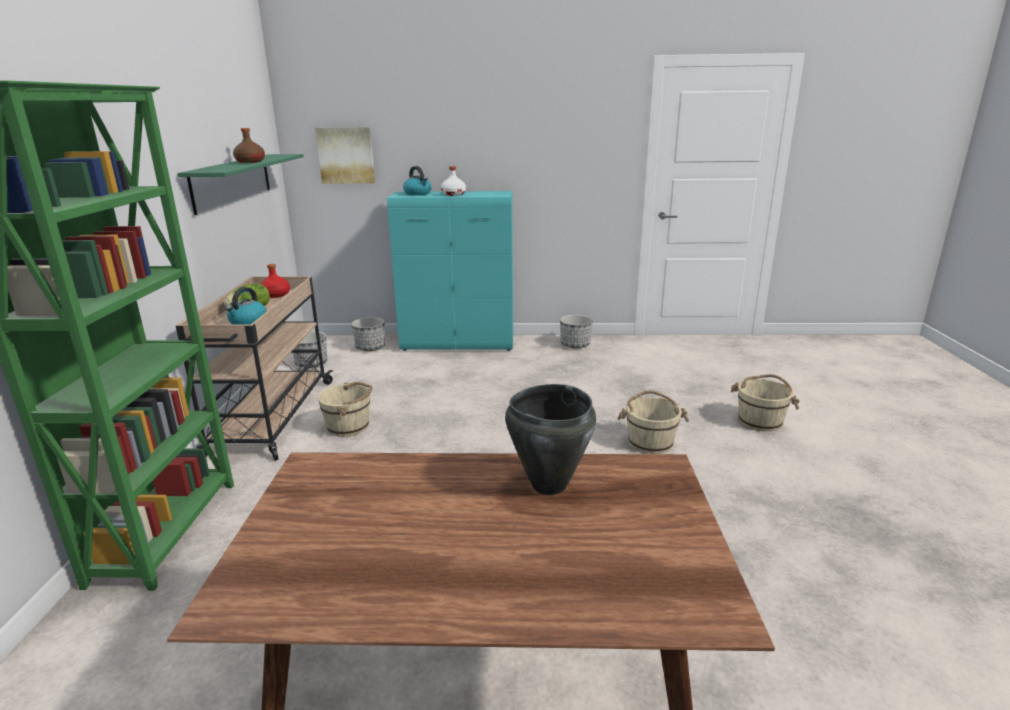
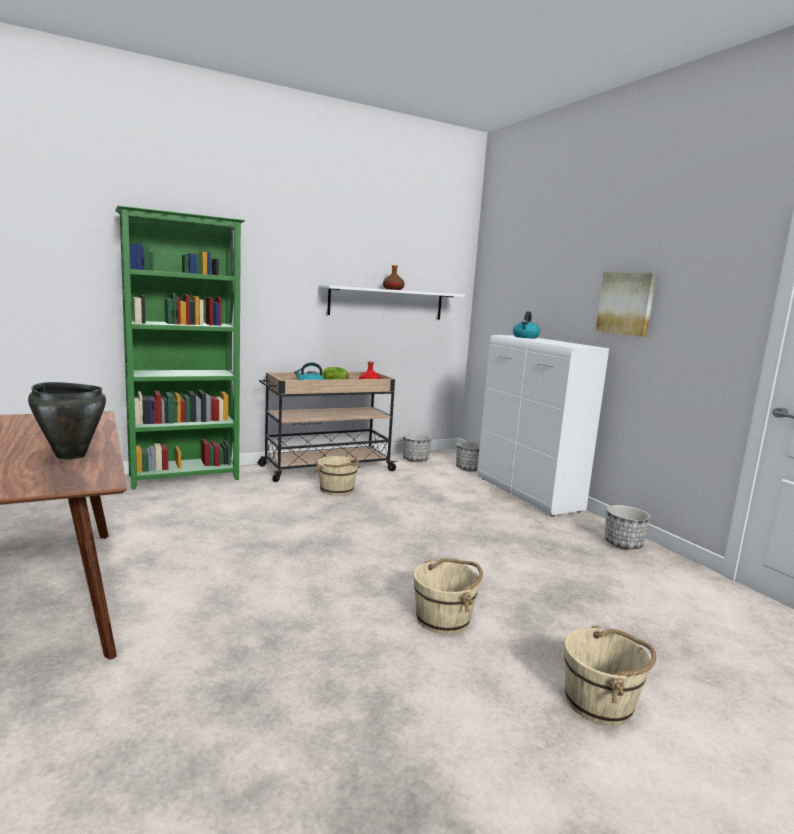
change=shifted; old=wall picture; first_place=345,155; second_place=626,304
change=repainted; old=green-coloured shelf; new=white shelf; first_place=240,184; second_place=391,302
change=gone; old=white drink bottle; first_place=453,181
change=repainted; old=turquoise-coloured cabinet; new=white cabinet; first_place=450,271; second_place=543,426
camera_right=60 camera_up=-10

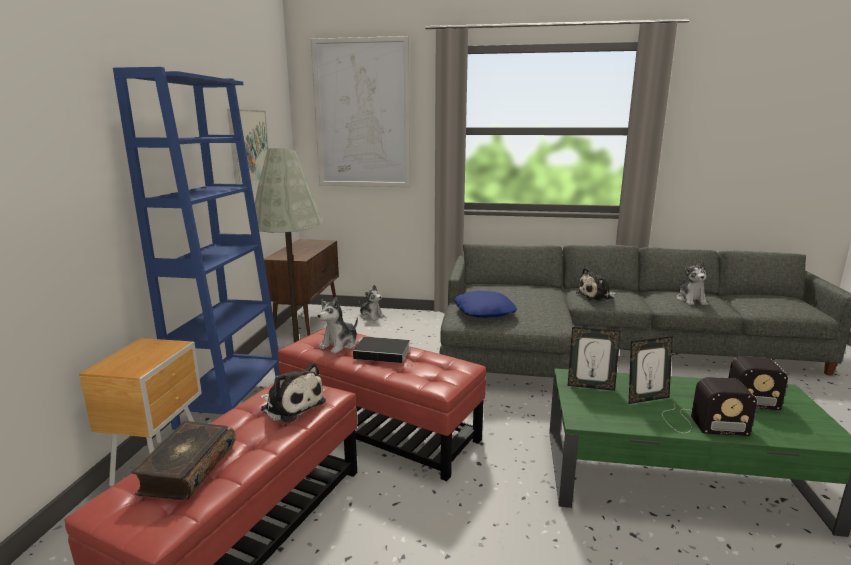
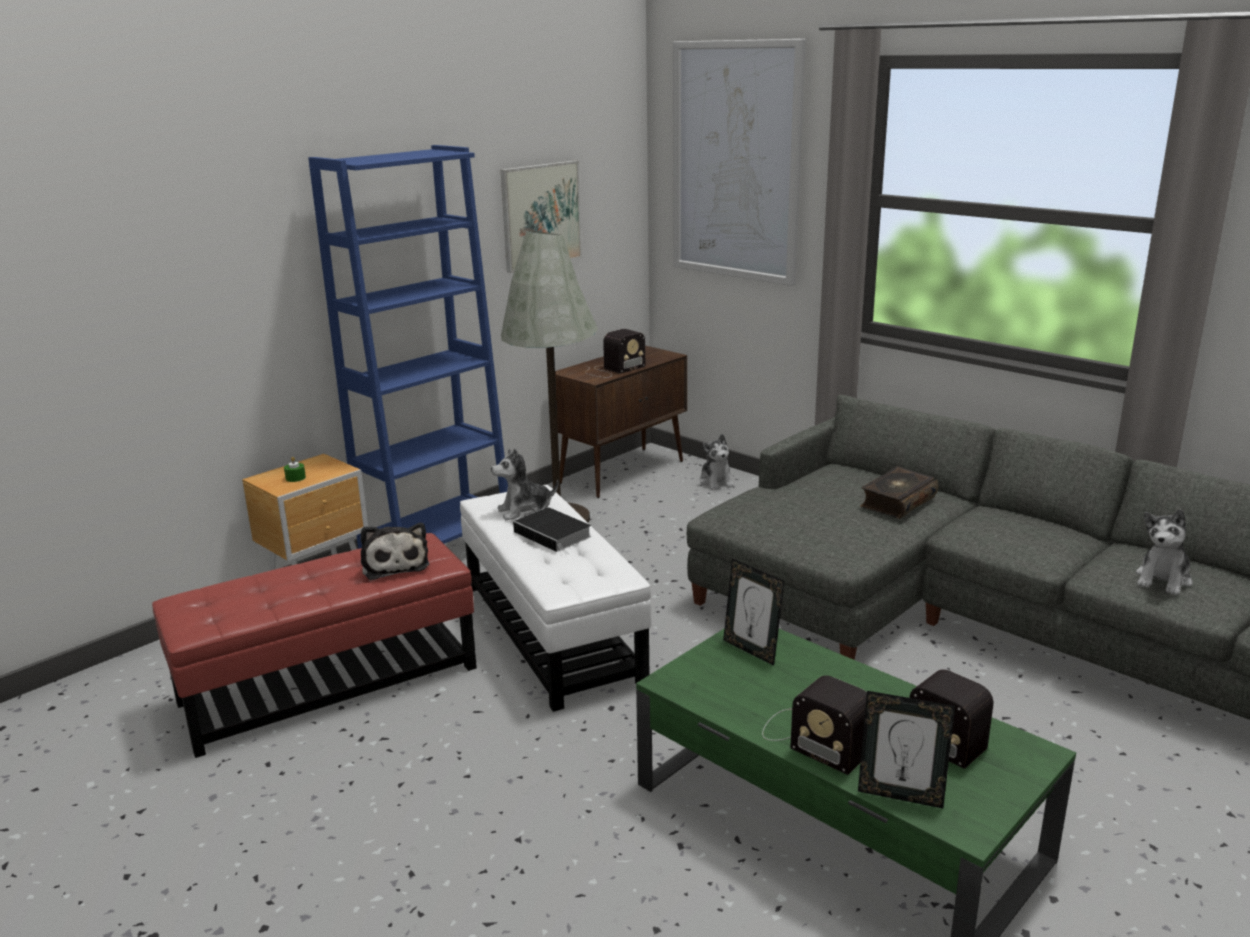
change=gone; old=soft toy; first_place=596,284
change=gone; old=blue throw pillow; first_place=485,304
change=repainted; old=reddish ottoman; new=white ottoman; first_place=382,404; second_place=556,598
change=shifted; old=picture frame; first_place=651,370; second_place=906,749
change=shifted; old=book; first_place=183,460; second_place=899,492
change=new; new=radio; second_place=615,353
change=new; new=green-coloured candle; second_place=295,469
camera_right=35 camera_up=5

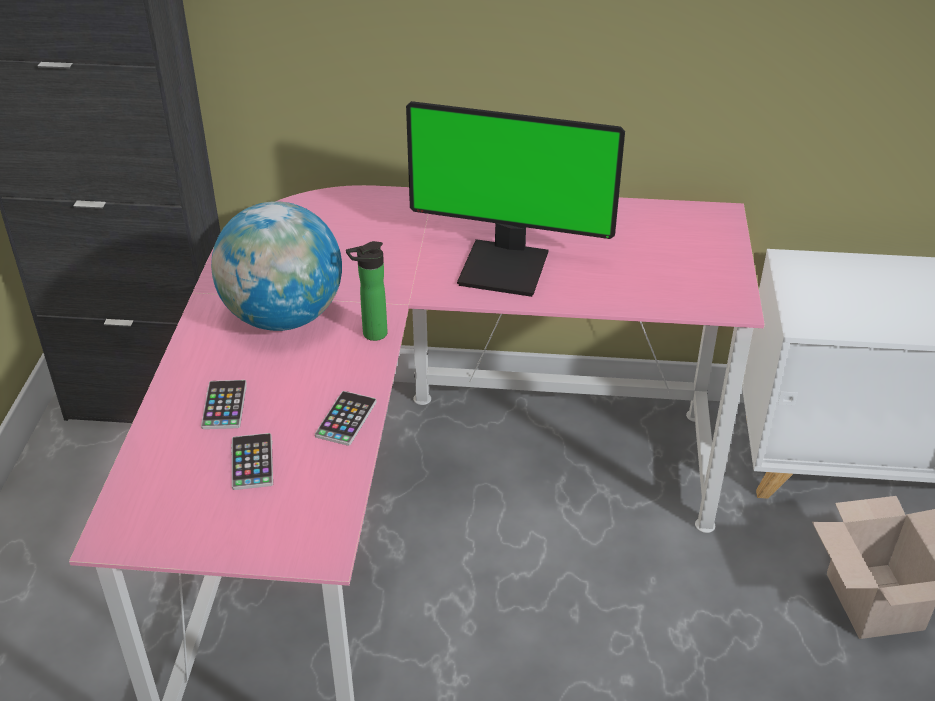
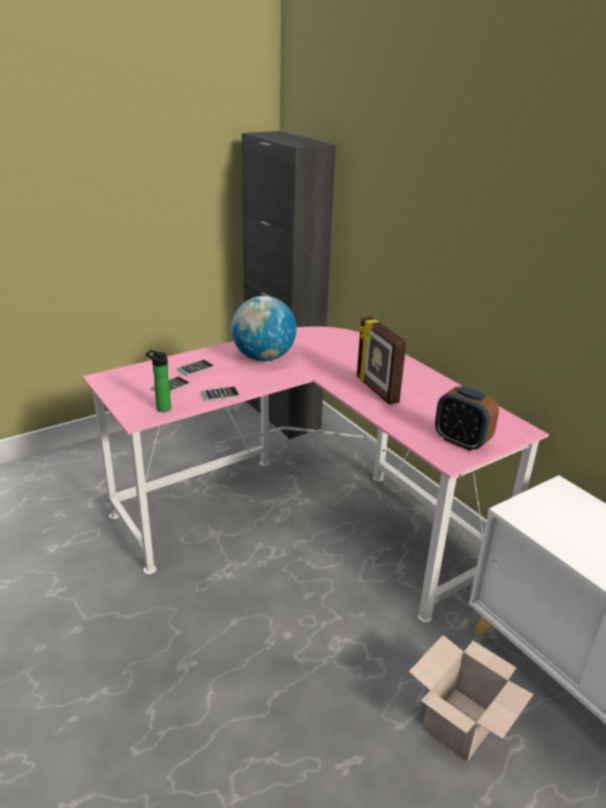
change=swapped; old=monitor; new=picture frame; first_place=515,199; second_place=381,360
change=shifted; old=drink bottle; first_place=367,291; second_place=158,381
change=new; new=bedside clock; second_place=467,418
camera_right=50 camera_up=-10

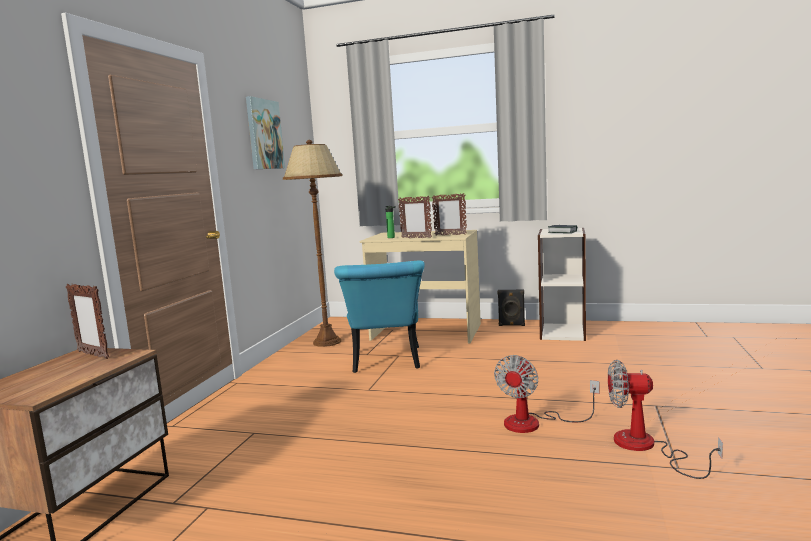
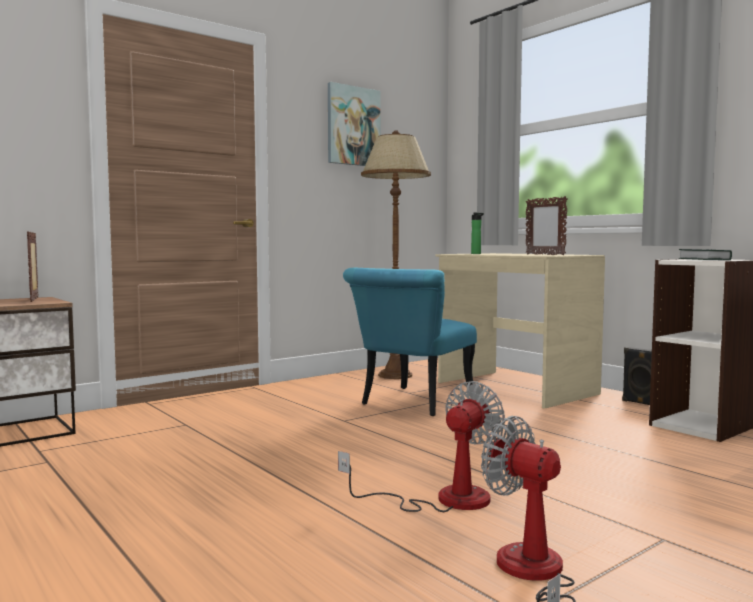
change=gone; old=picture frame; first_place=415,217
change=rotated; old=fan; first_place=546,394; second_place=421,446; degrees=150
camera_right=35 camera_up=-5

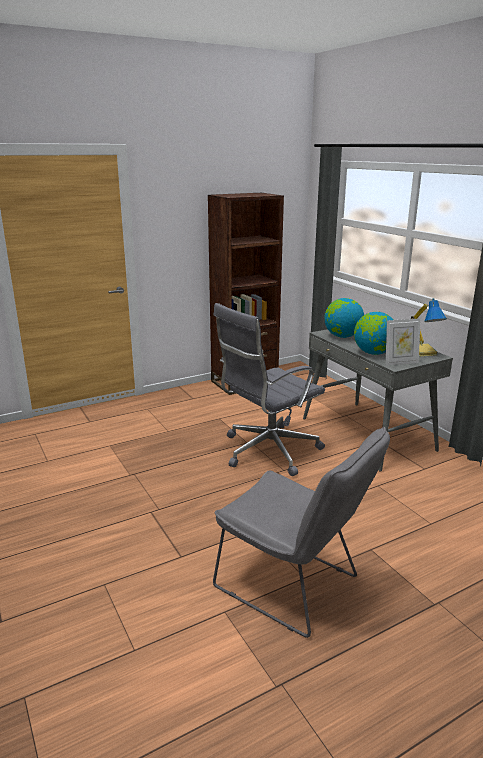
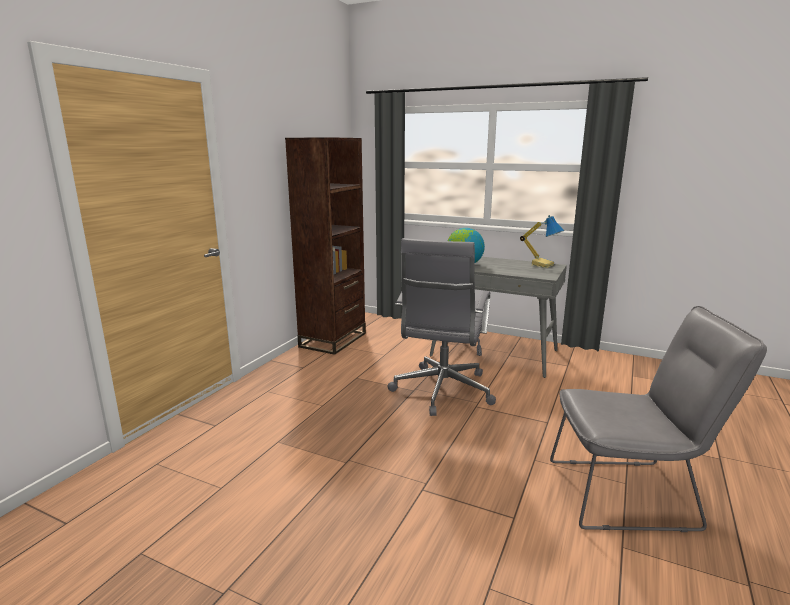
change=gone; old=desk globe; first_place=373,333
change=gone; old=picture frame; first_place=403,342
camera_right=-35 camera_up=-5

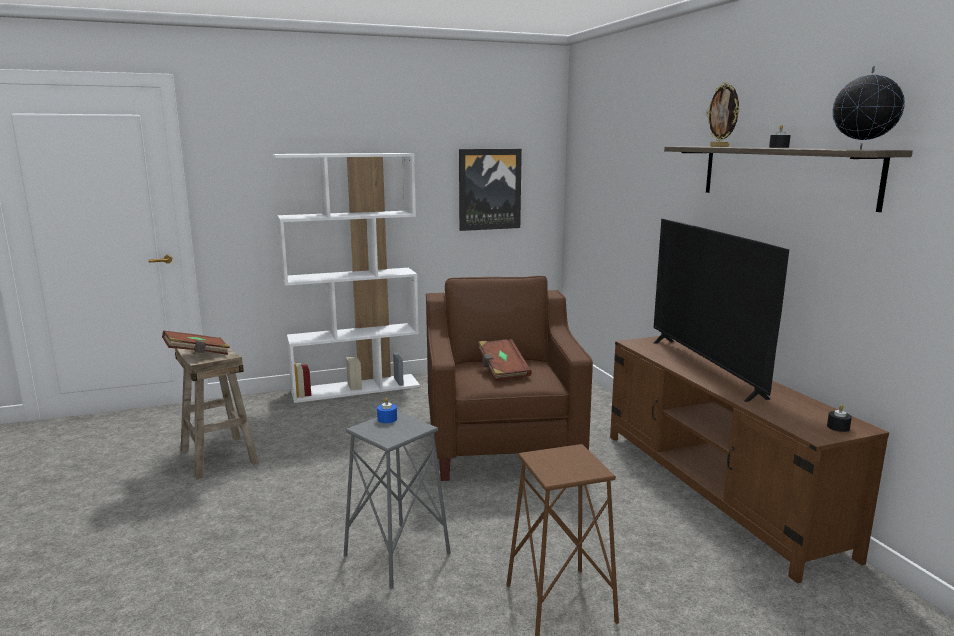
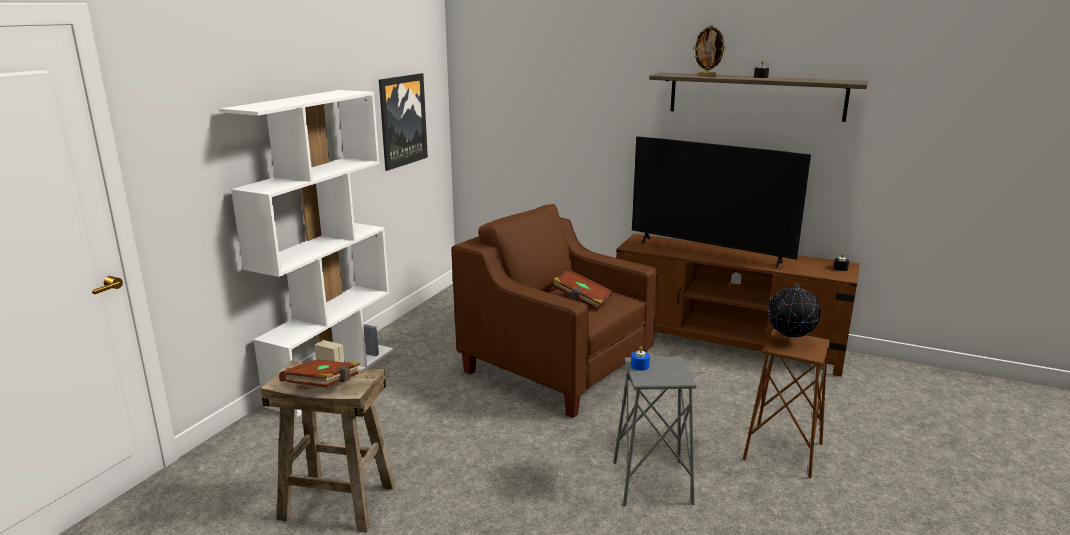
change=shifted; old=desk globe; first_place=869,107; second_place=794,312
camera_right=-45 camera_up=5

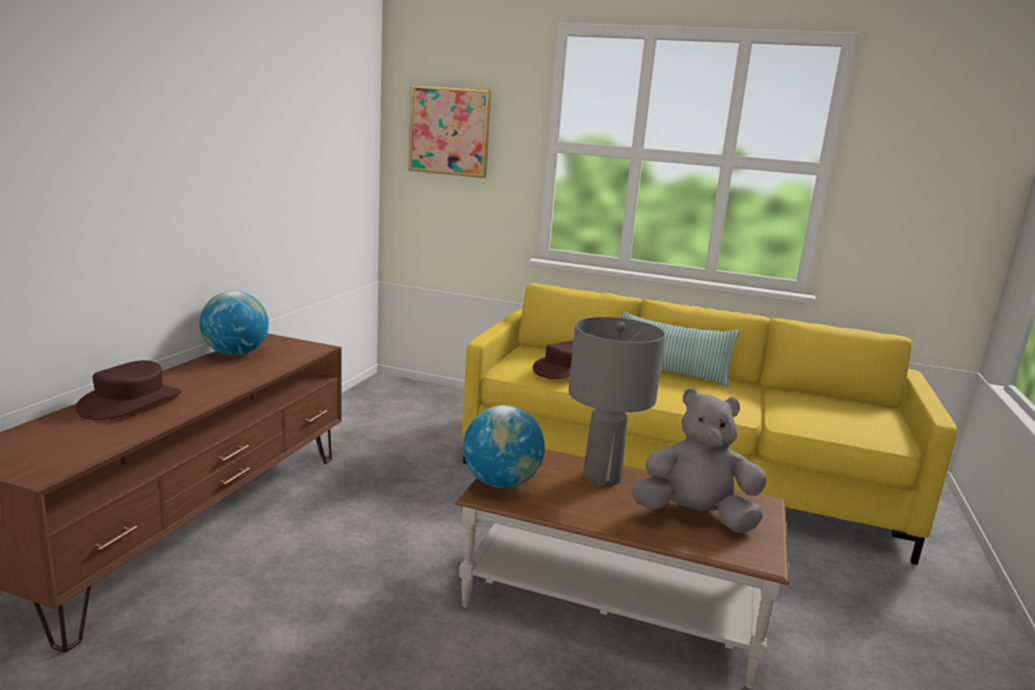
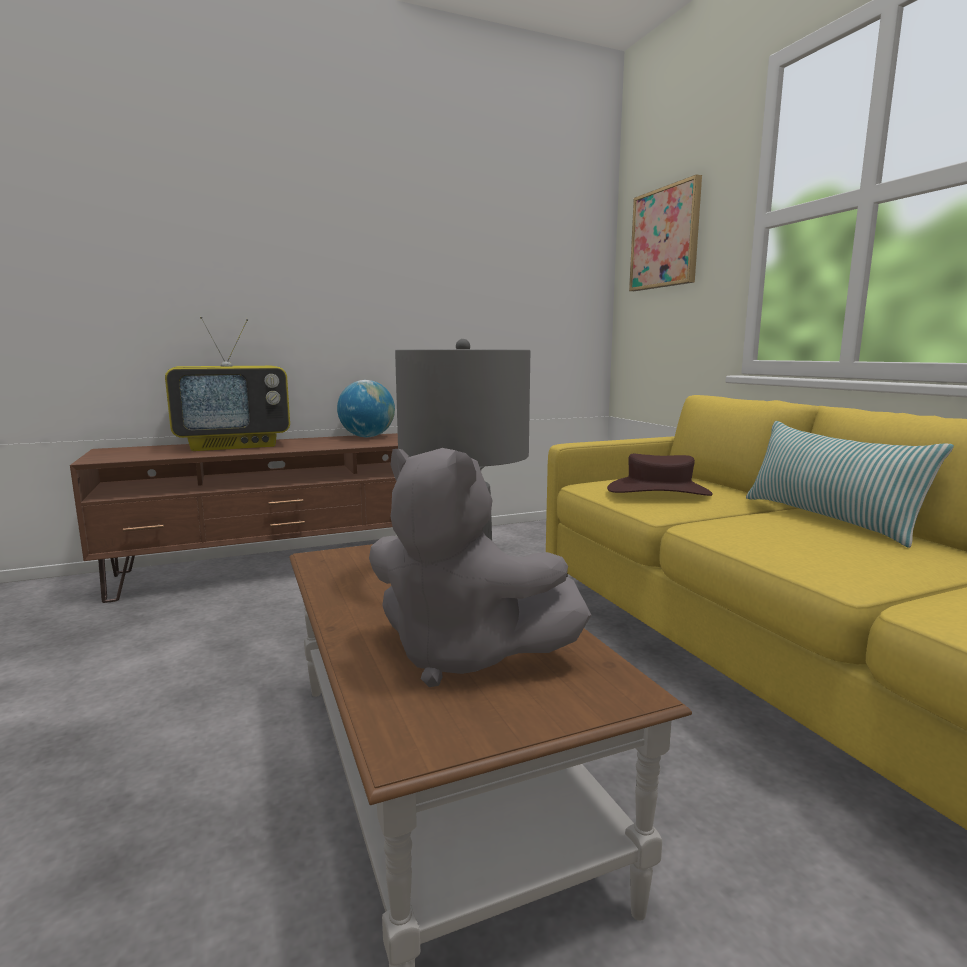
change=swapped; old=brown hat; new=television; first_place=129,390; second_place=227,383
change=rotated; old=grey soft toy; first_place=699,461; second_place=480,567; degrees=150
change=gone; old=desk globe; first_place=504,446
camera_right=50 camera_up=-5

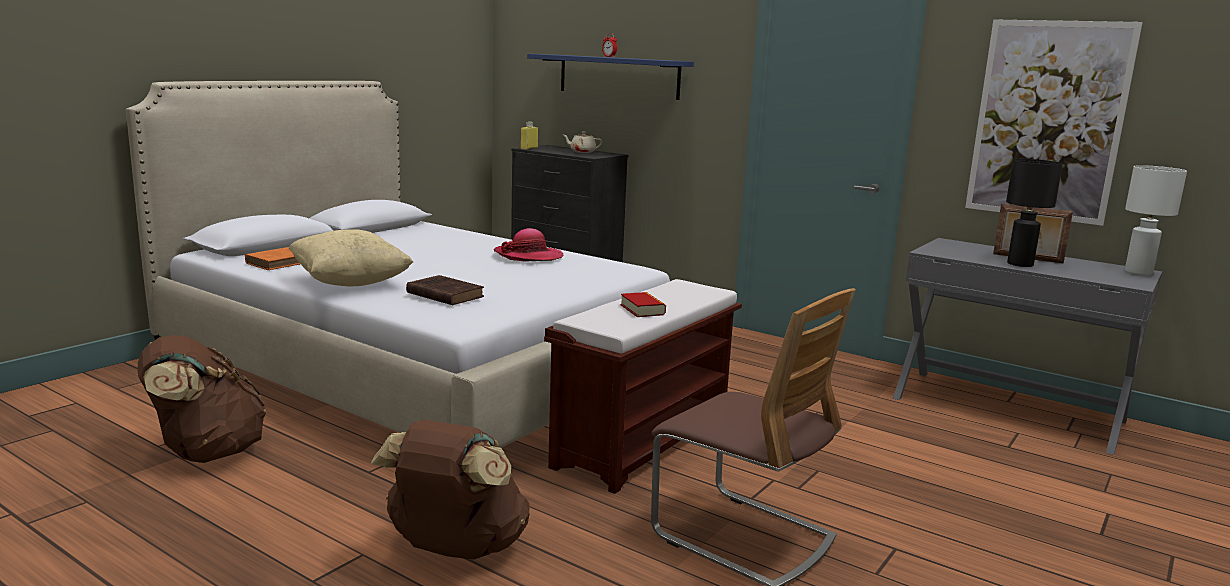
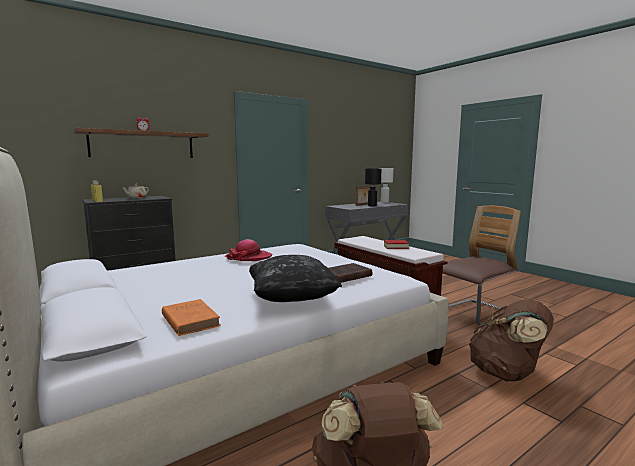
change=gone; old=wall picture; first_place=1054,122
change=repainted; old=blue shelf; new=brown shelf; first_place=610,77; second_place=141,143
change=repainted; old=beige throw pillow; new=black-coloured throw pillow; first_place=351,257; second_place=295,278
camera_right=-70 camera_up=-5

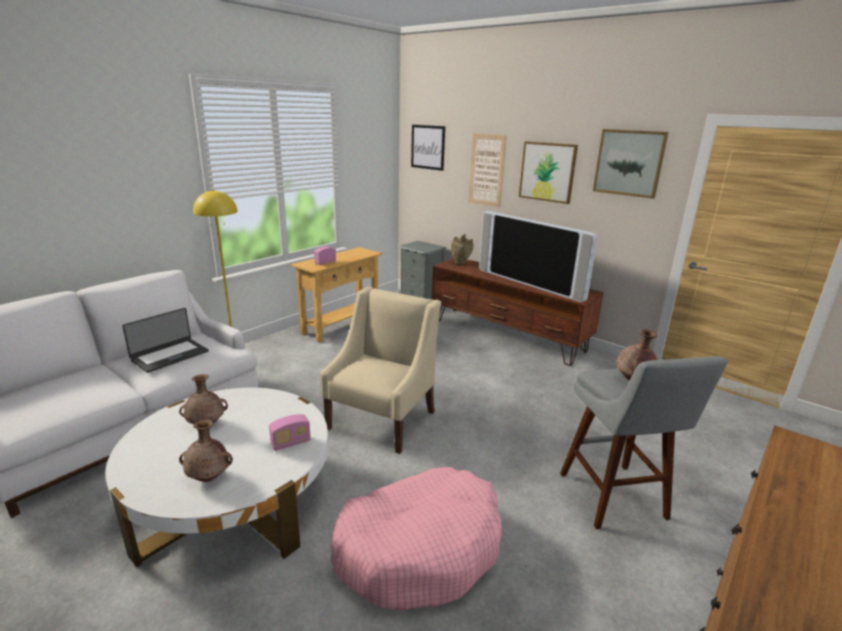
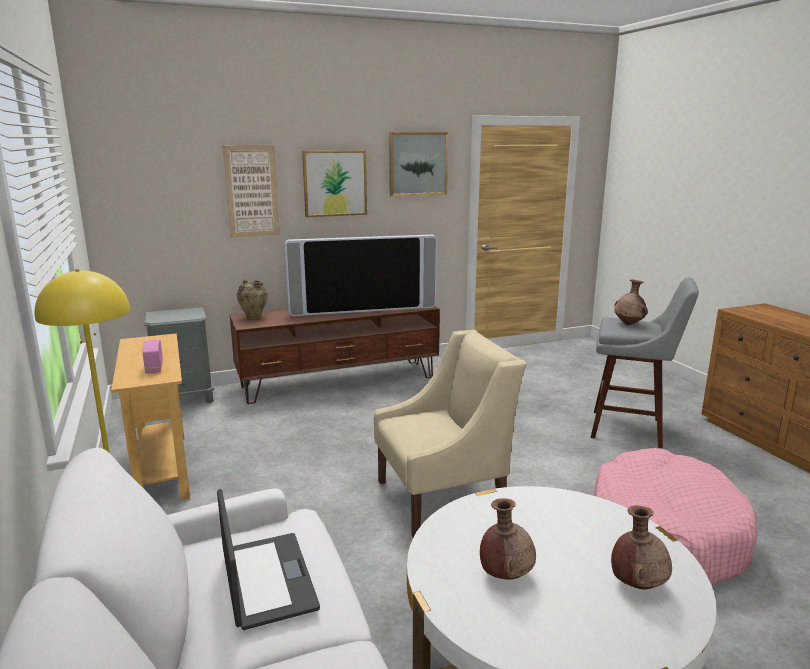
change=gone; old=wall picture; first_place=428,148
change=rotated; old=beige lounge chair; first_place=380,370; second_place=450,433; degrees=105
change=gone; old=radio; first_place=290,432
camera_right=-60 camera_up=-5

